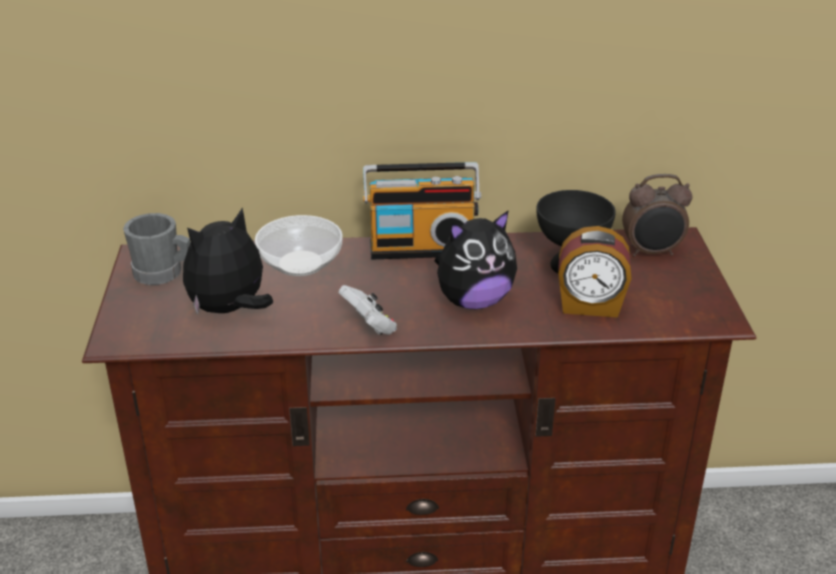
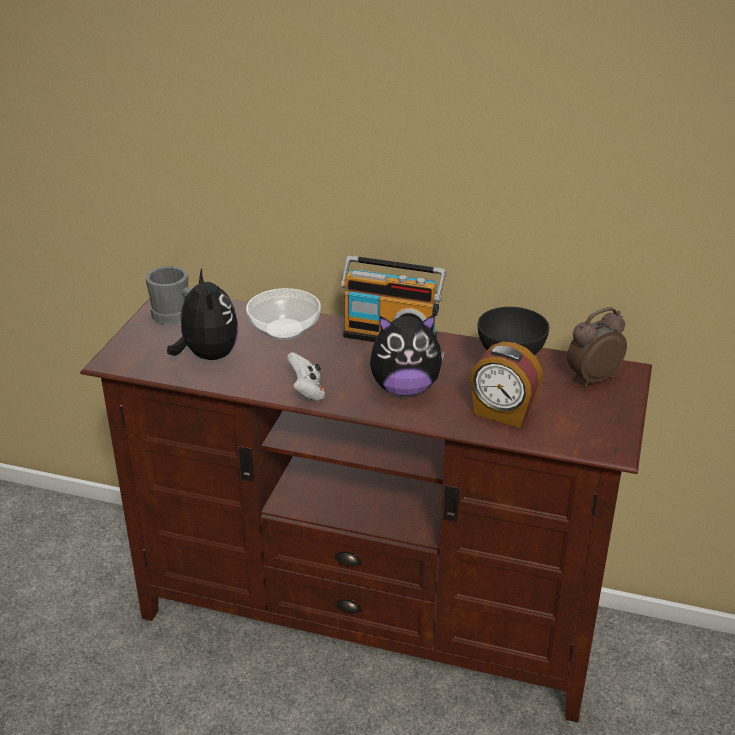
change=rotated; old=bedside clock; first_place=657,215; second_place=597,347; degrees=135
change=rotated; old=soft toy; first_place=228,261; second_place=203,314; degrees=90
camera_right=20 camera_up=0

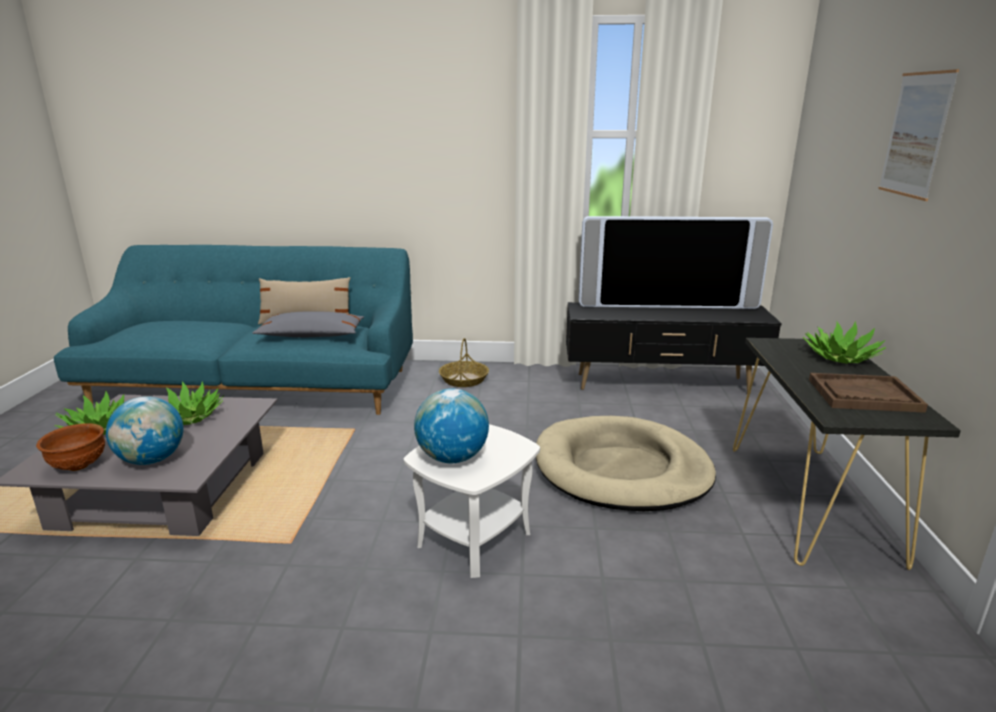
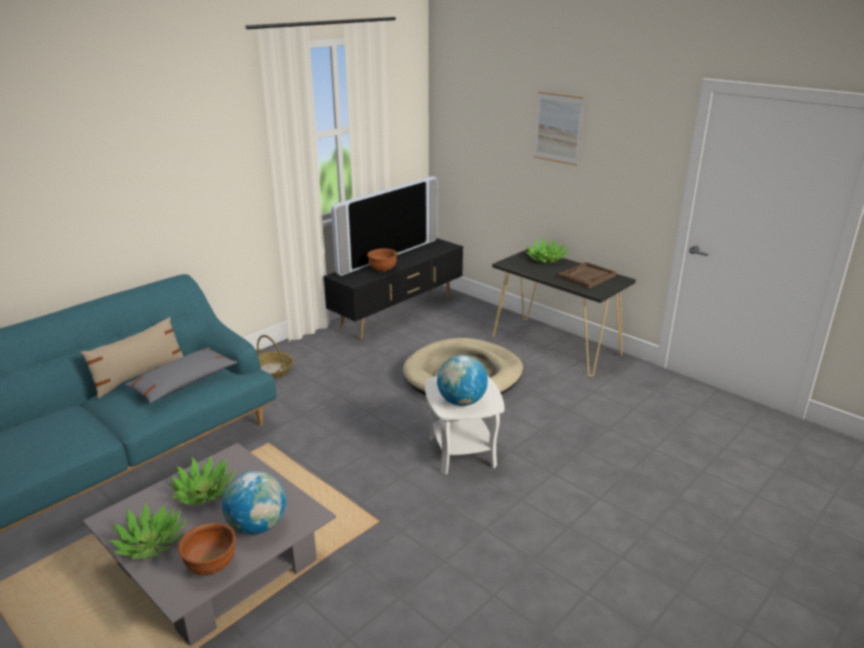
change=new; new=brown deep dish; second_place=382,260
camera_right=-50 camera_up=5

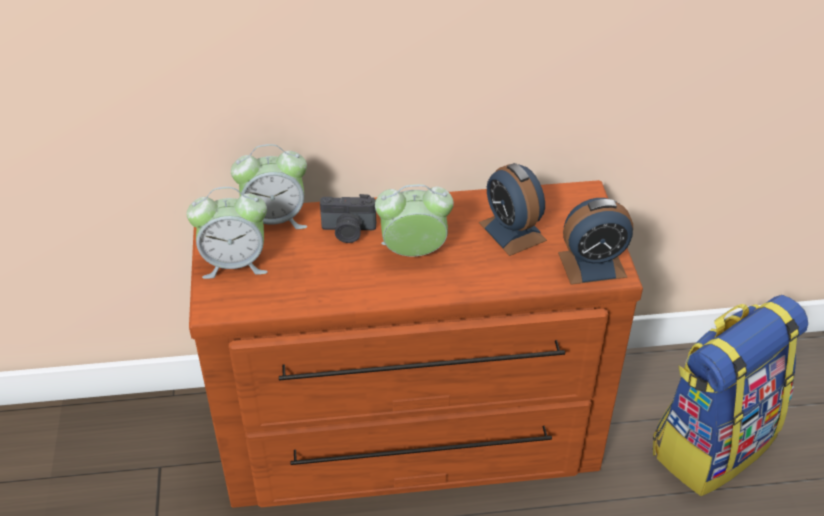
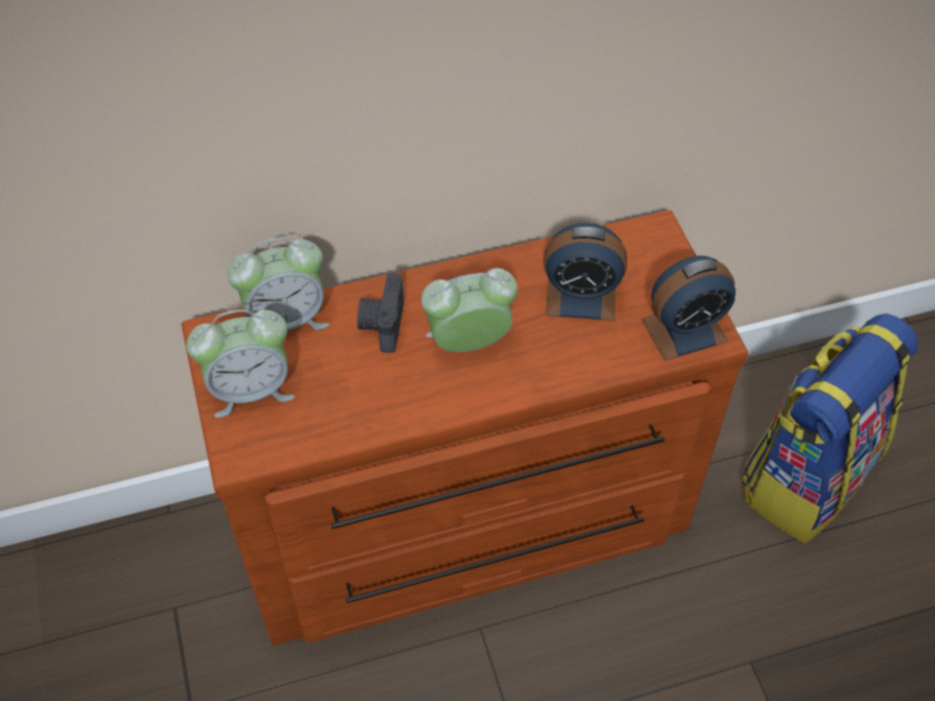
change=rotated; old=bedside clock; first_place=513,209; second_place=585,272; degrees=-45
change=rotated; old=photo camera; first_place=348,218; second_place=380,313; degrees=105
camera_right=-10 camera_up=10

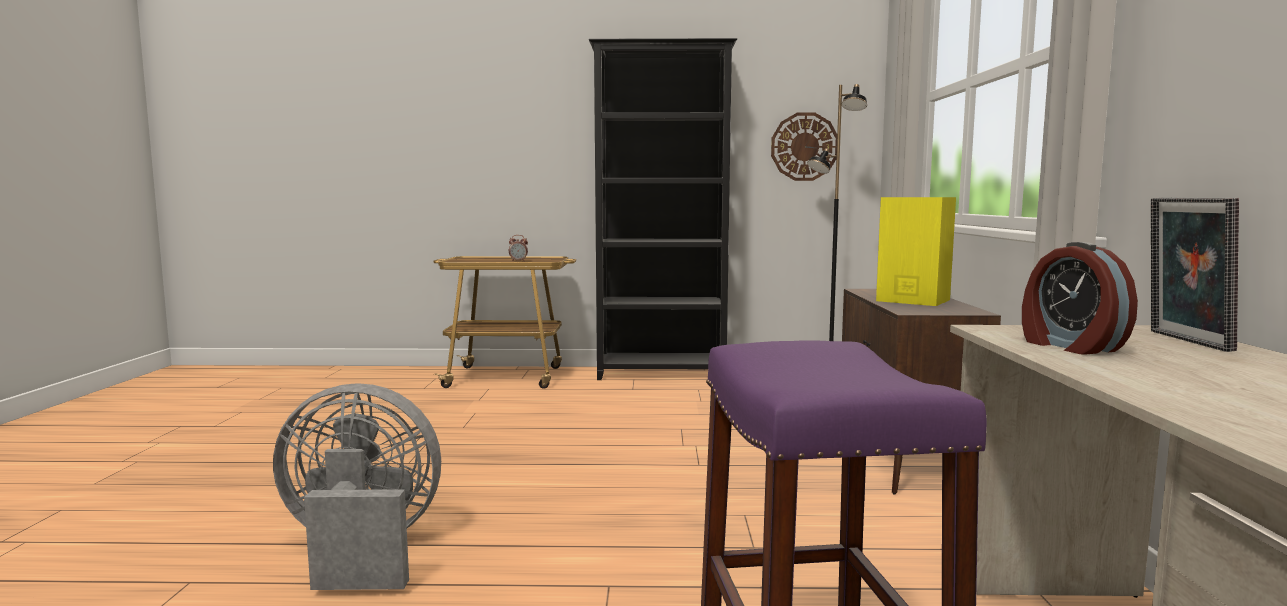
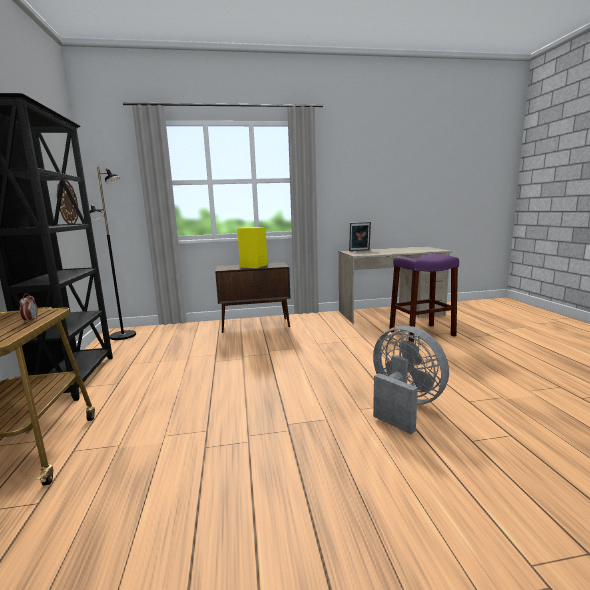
change=gone; old=bedside clock; first_place=1080,298
change=rotated; old=grey fan; first_place=357,486; second_place=411,380; degrees=150
camera_right=-100 camera_up=5

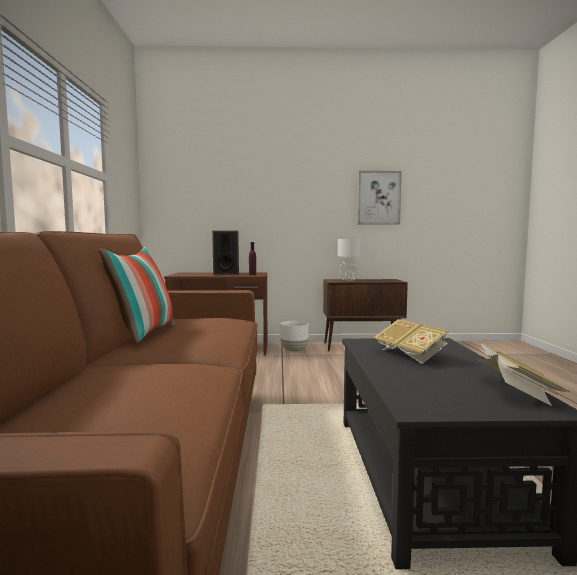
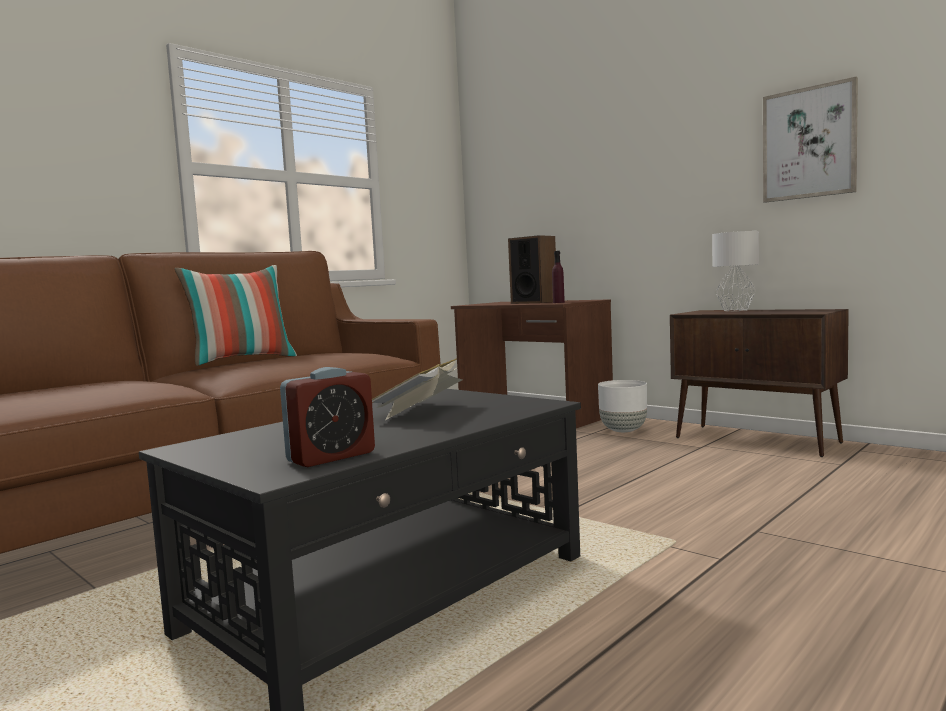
change=swapped; old=book; new=bedside clock; first_place=522,374; second_place=327,417
camera_right=45 camera_up=0

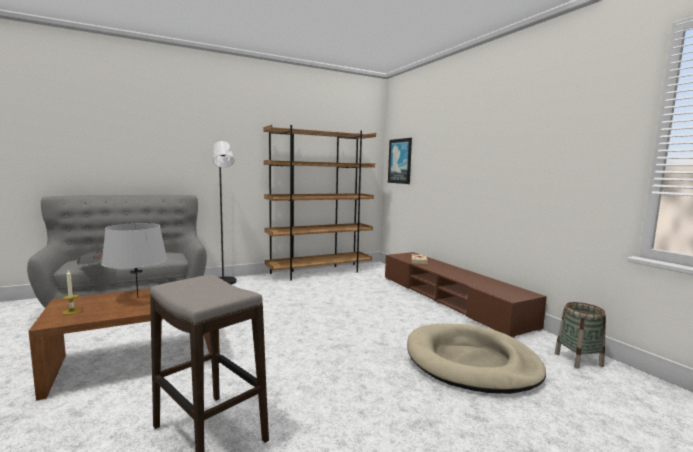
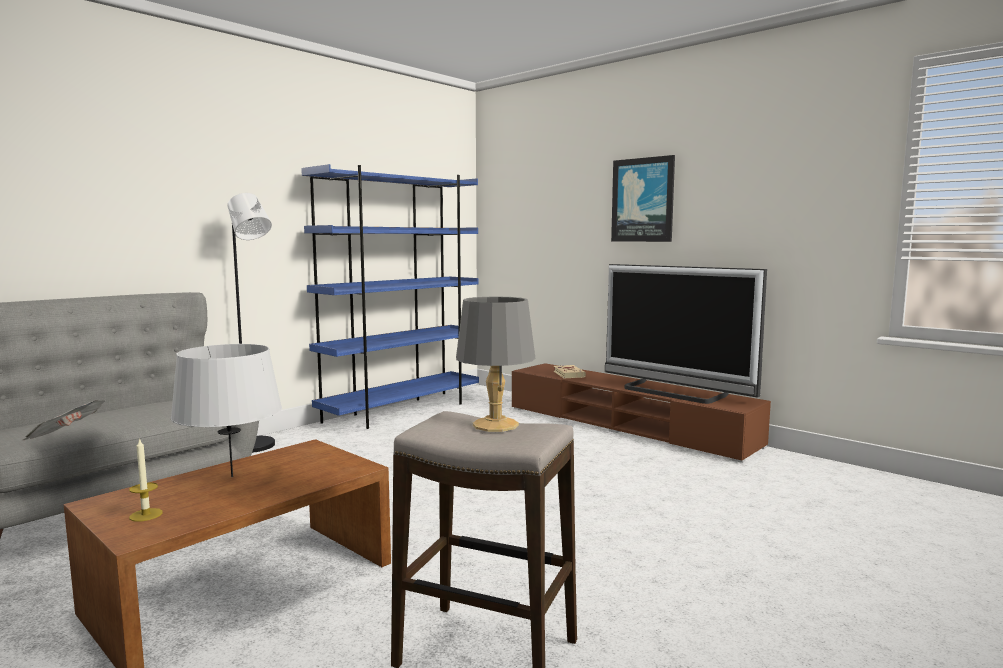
change=repainted; old=brown bookcase; new=blue bookcase; first_place=319,202; second_place=390,296
change=shifted; old=wall picture; first_place=400,161; second_place=643,198
change=gone; old=storage basket; first_place=580,335
change=gone; old=beige dog cushion; first_place=476,359
change=new; new=television; second_place=686,334
change=new; new=grey lamp for a table; second_place=496,364
camera_right=-20 camera_up=0

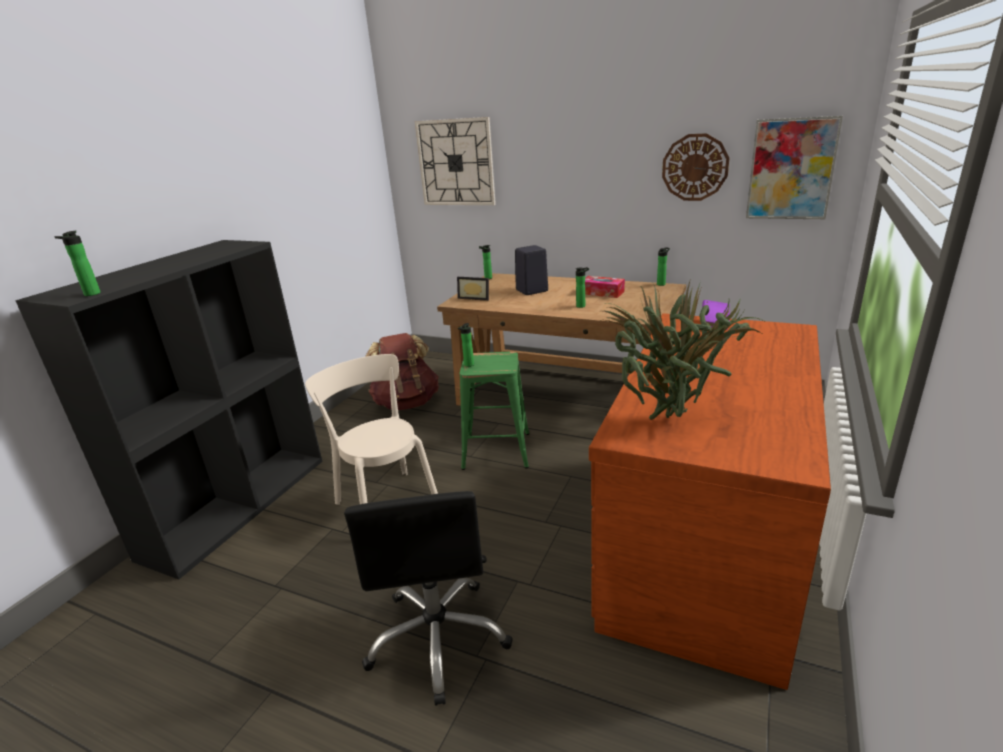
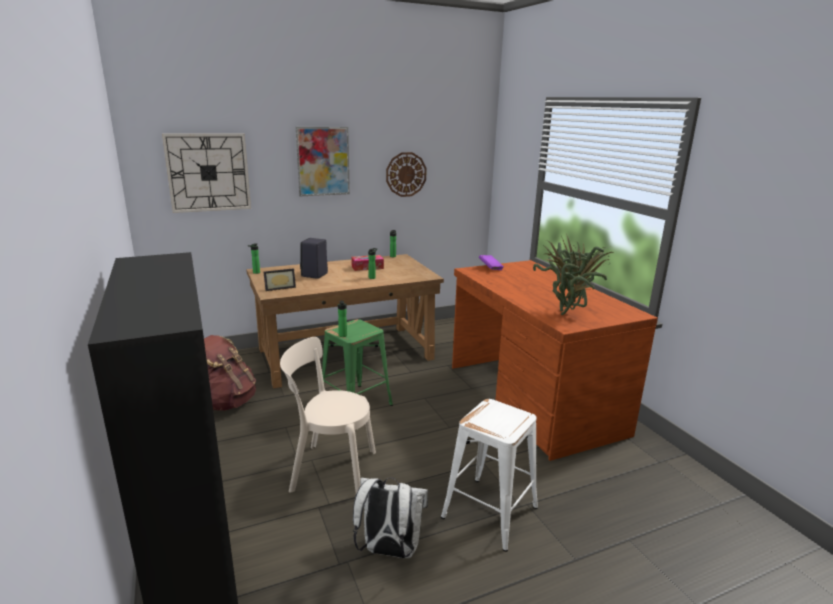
change=shifted; old=wall picture; first_place=794,167; second_place=323,161
change=gone; old=drink bottle; first_place=77,263
change=swapped; old=black-coloured desk chair; new=white stool seat; first_place=428,598; second_place=489,475
change=new; new=white knapsack; second_place=390,517
camera_right=-50 camera_up=-5

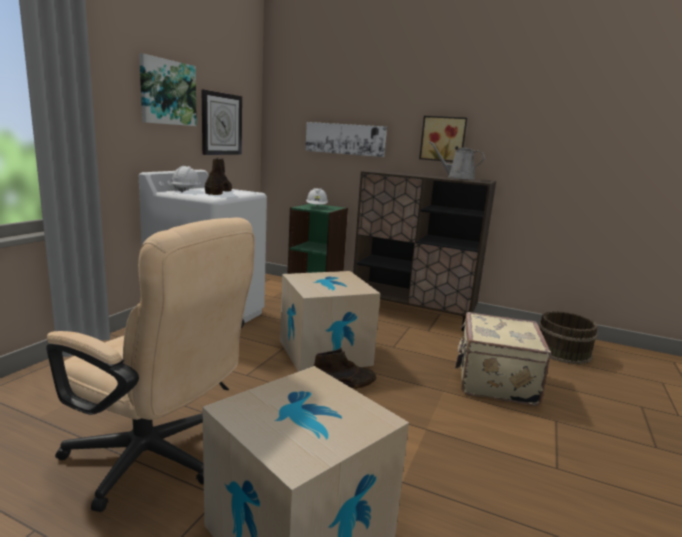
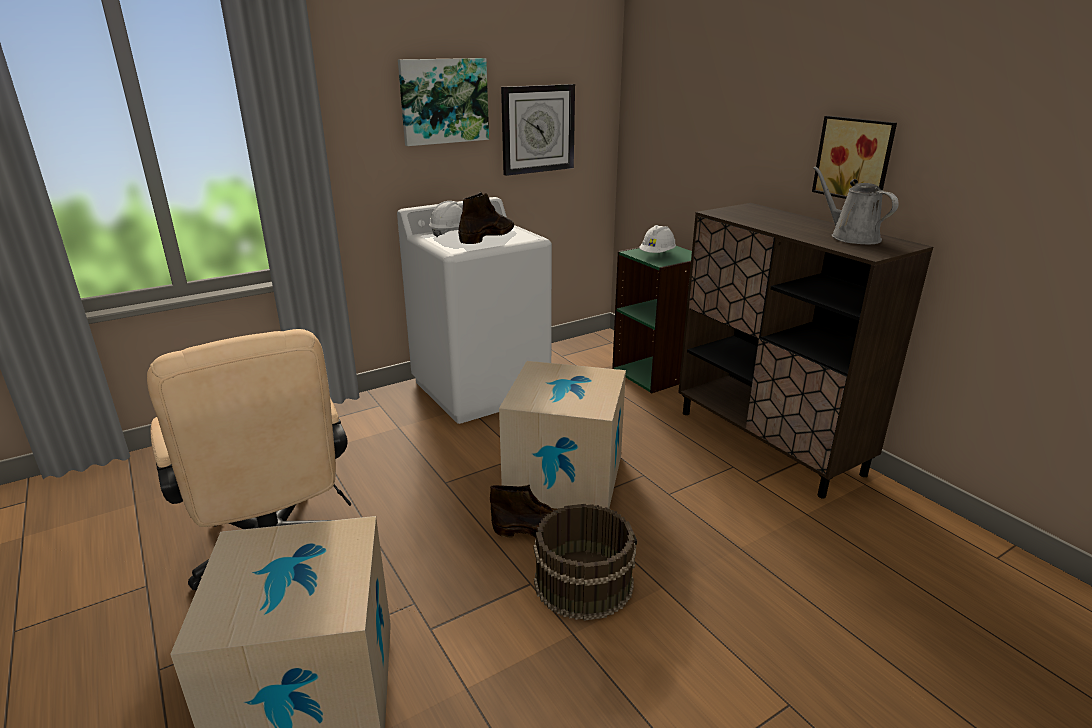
change=gone; old=wall picture; first_place=346,139
change=shifted; old=brown pail; first_place=568,337; second_place=585,562
change=gone; old=beige piece of luggage; first_place=503,359
camera_right=35 camera_up=10

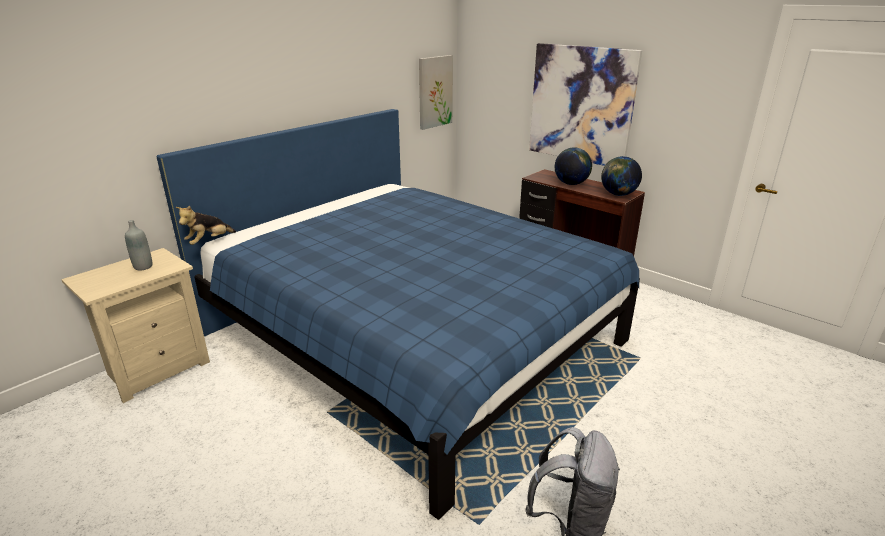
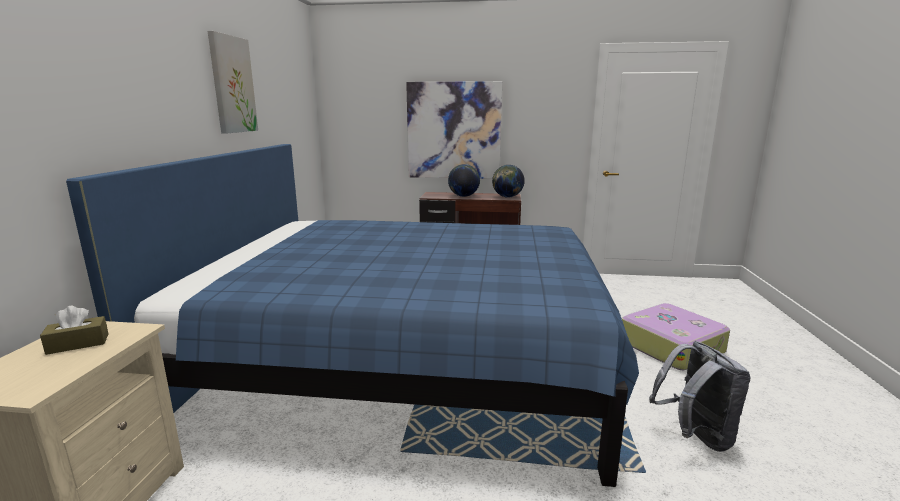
change=shifted; old=wall picture; first_place=436,92; second_place=233,82
change=gone; old=soft toy; first_place=206,225
change=swapped; old=grey drink bottle; new=brown tissue holder; first_place=139,245; second_place=74,330
change=new; new=piece of luggage; second_place=676,336
camera_right=-35 camera_up=-10

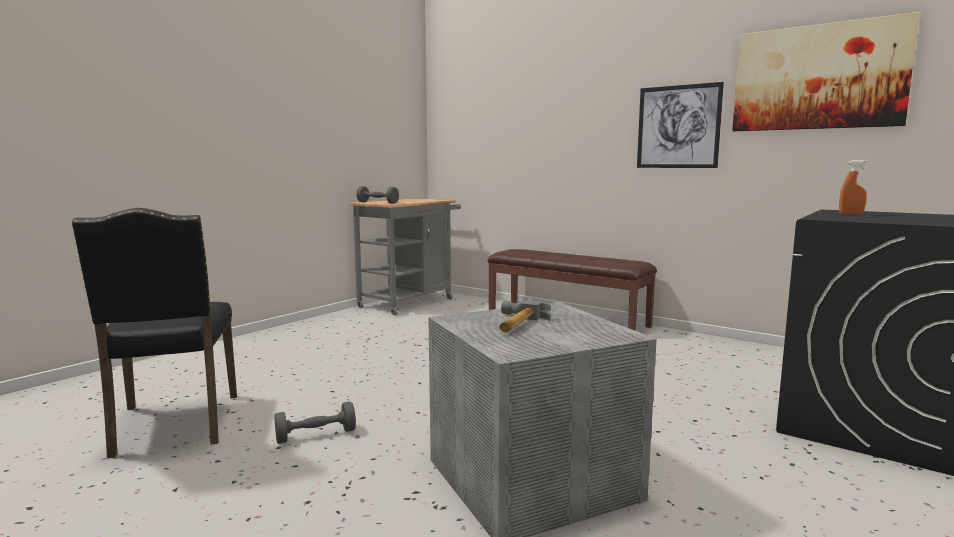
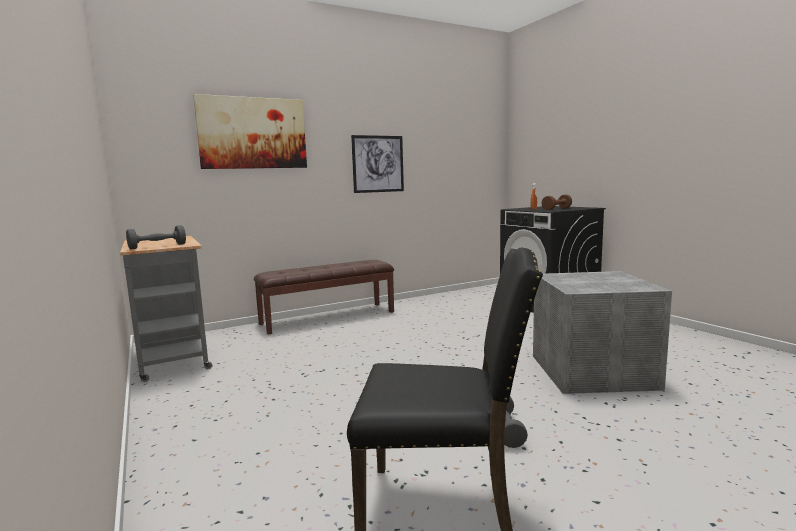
change=shifted; old=wall picture; first_place=826,71; second_place=250,131
change=gone; old=hand hammer; first_place=525,316
change=new; new=brown dumbbell; second_place=557,202
camera_right=-65 camera_up=0

